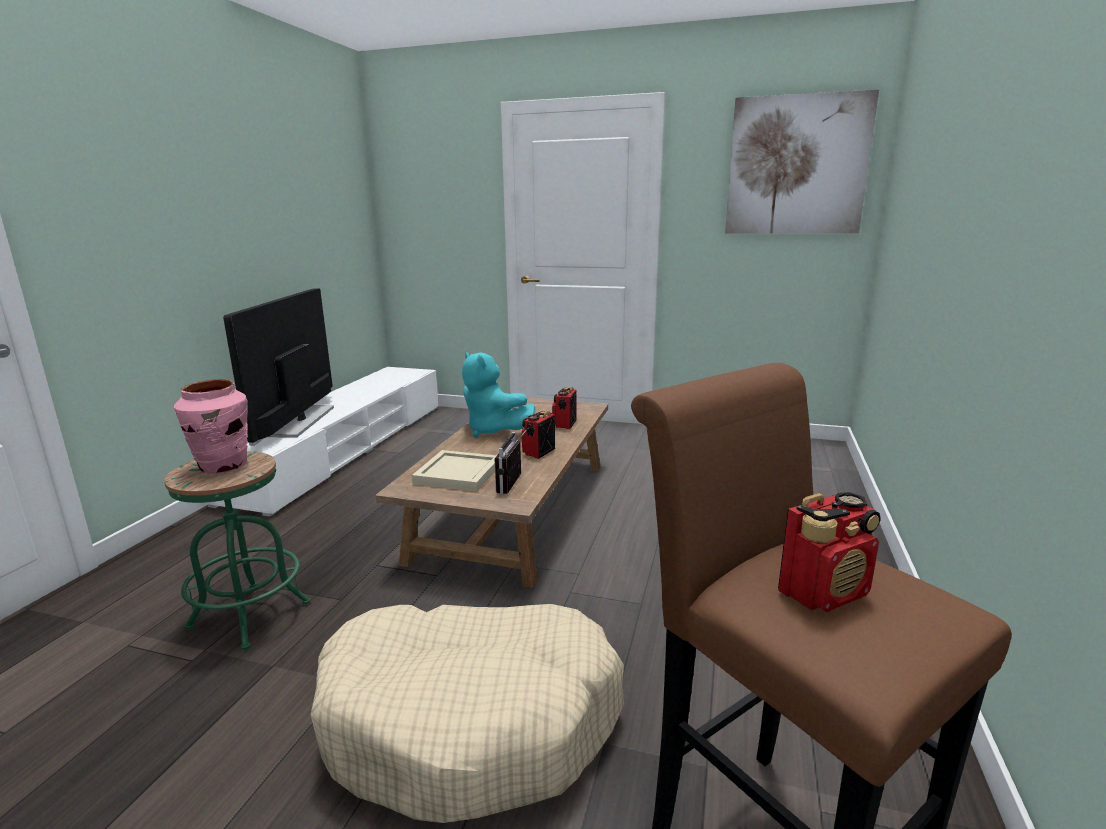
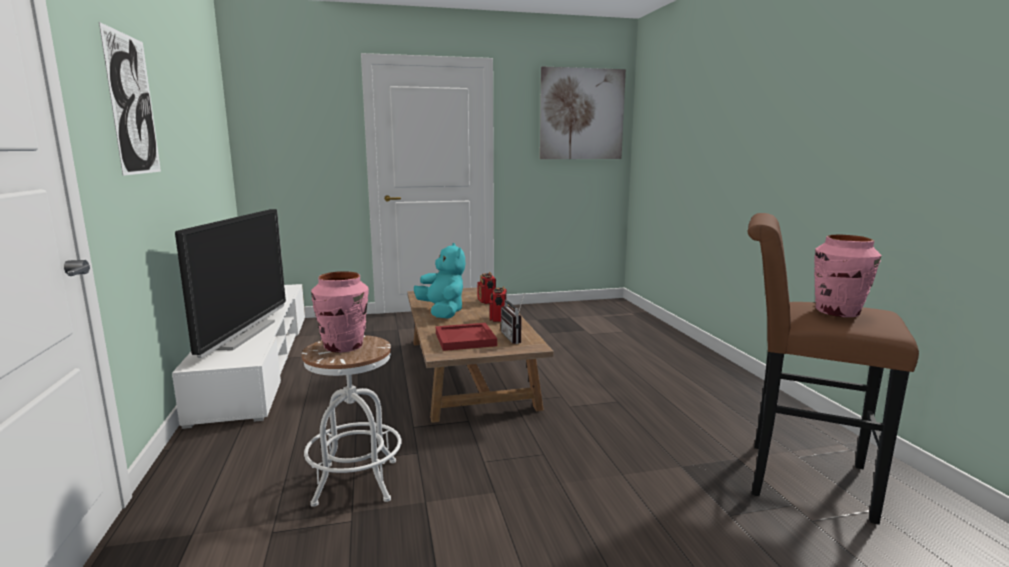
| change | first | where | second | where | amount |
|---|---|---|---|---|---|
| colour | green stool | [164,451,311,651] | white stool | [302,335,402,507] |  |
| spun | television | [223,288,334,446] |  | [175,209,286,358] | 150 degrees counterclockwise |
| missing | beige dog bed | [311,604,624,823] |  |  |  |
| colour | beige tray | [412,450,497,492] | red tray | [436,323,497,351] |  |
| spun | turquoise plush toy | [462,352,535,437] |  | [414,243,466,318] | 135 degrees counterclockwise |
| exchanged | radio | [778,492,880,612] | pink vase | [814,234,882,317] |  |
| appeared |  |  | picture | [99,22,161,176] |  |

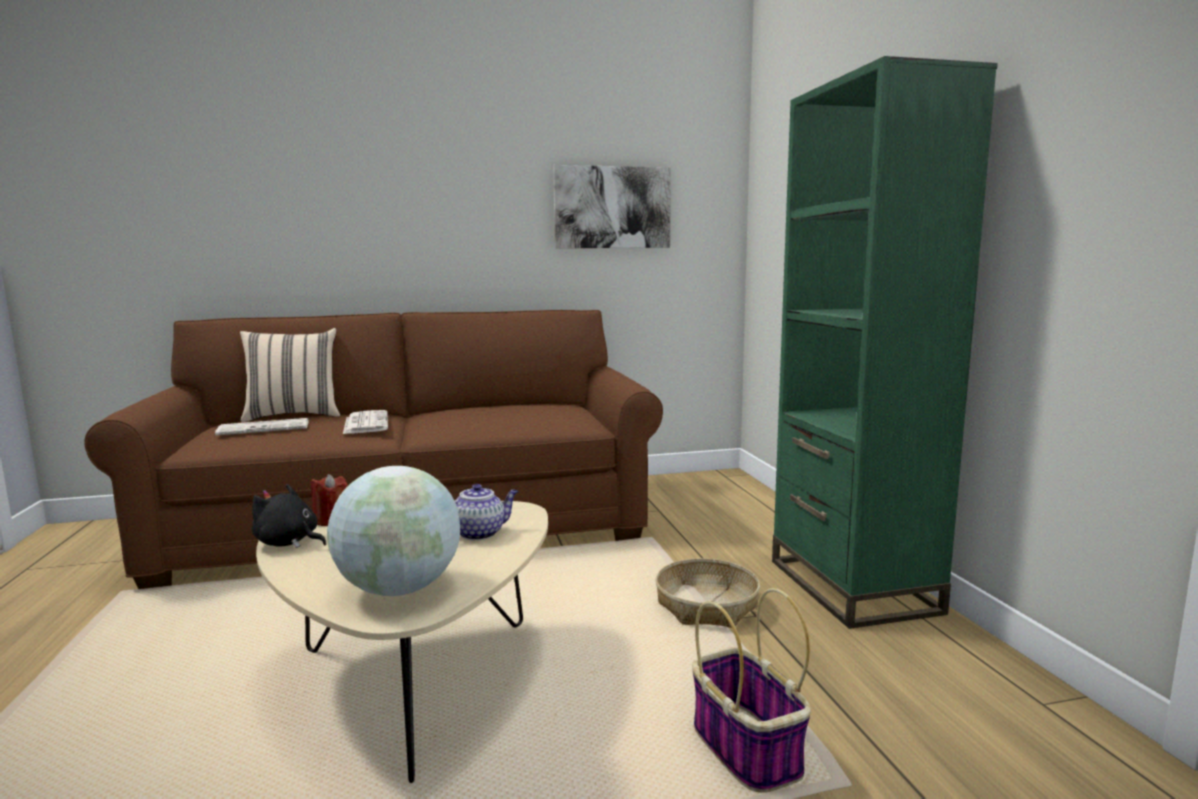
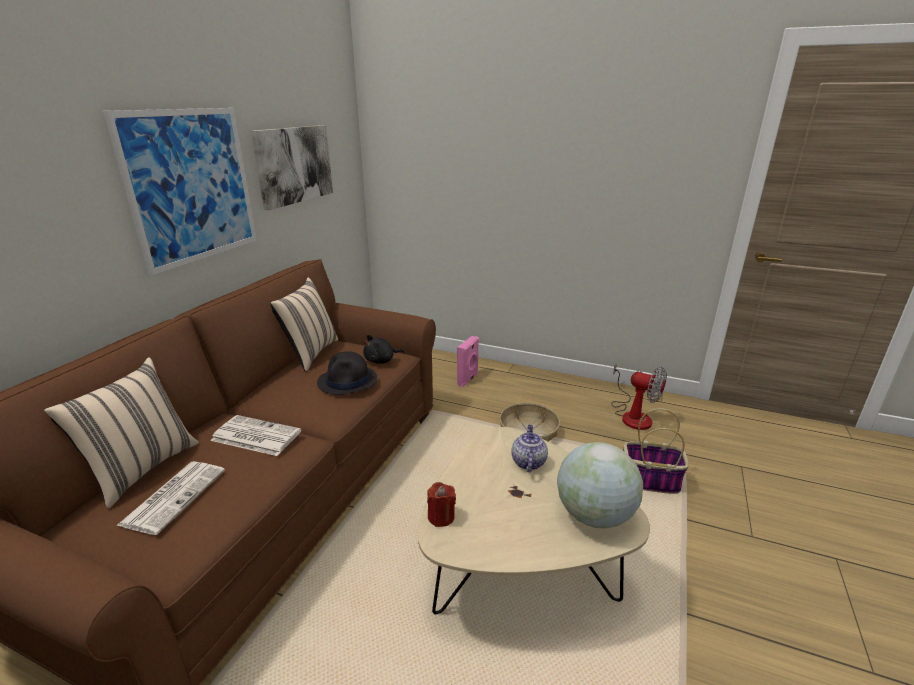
| change | first | where | second | where | amount |
|---|---|---|---|---|---|
| relocated | black plush toy | [251,484,326,548] |  | [363,335,404,364] |  |
| missing | green bookcase | [772,56,998,629] |  |  |  |
| appeared |  |  | picture | [103,108,257,276] |  |
| appeared |  |  | beige pillow | [270,277,338,372] |  |
| appeared |  |  | black hat | [317,351,377,395] |  |
| appeared |  |  | pink speaker | [457,336,479,387] |  |
| appeared |  |  | fan | [611,363,667,430] |  |

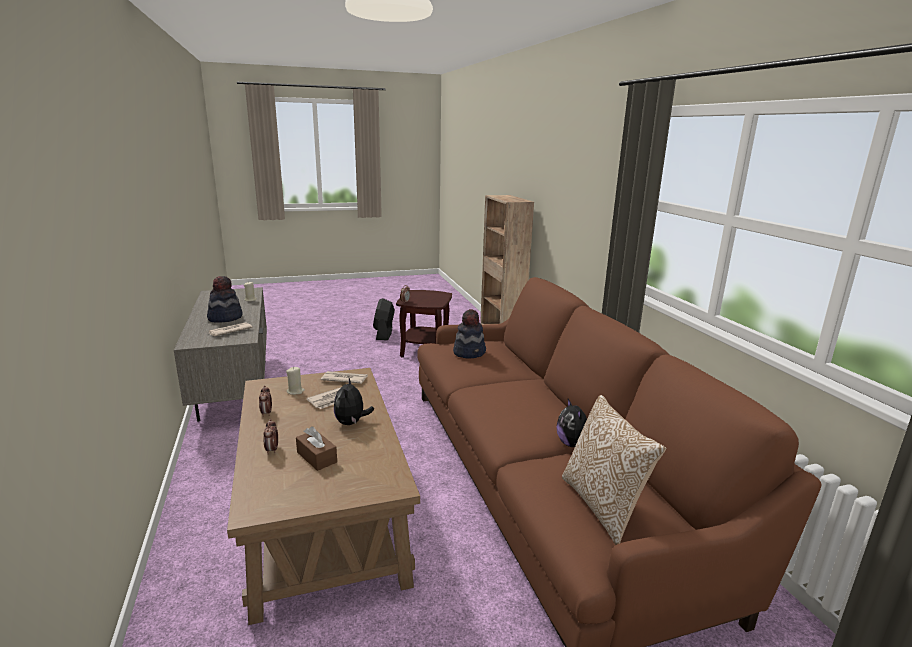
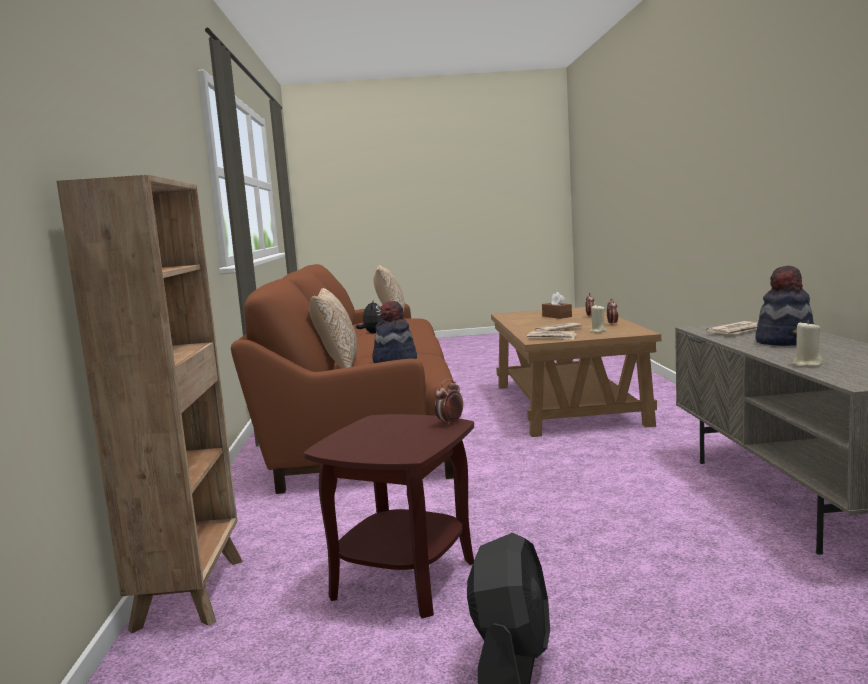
| change | first | where | second | where | amount |
|---|---|---|---|---|---|
| missing | plush toy | [334,378,374,425] |  |  |  |
| appeared |  |  | pillow | [309,288,357,368] |  |

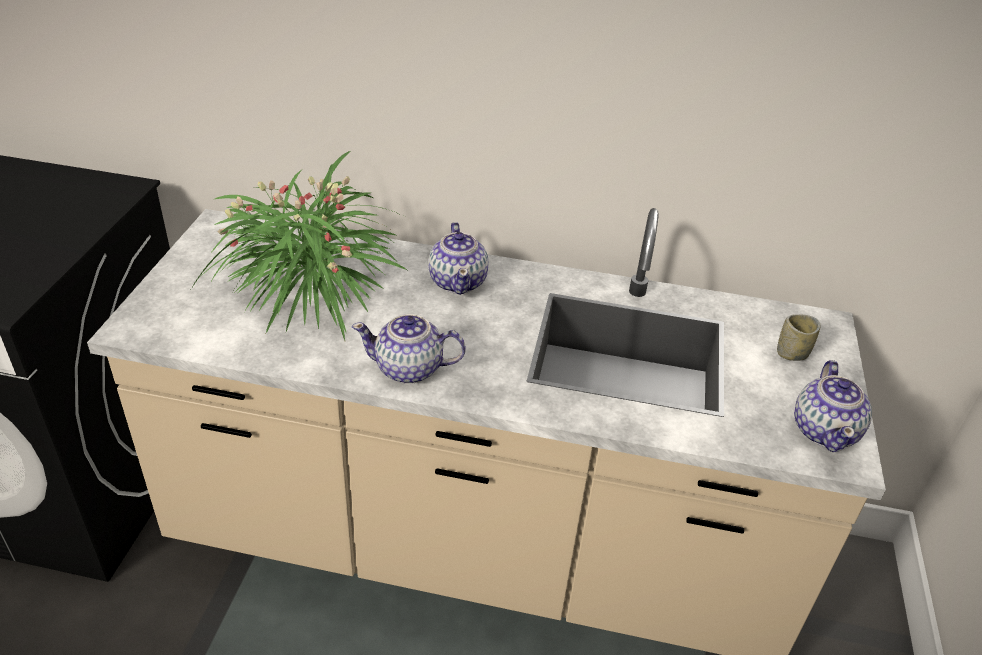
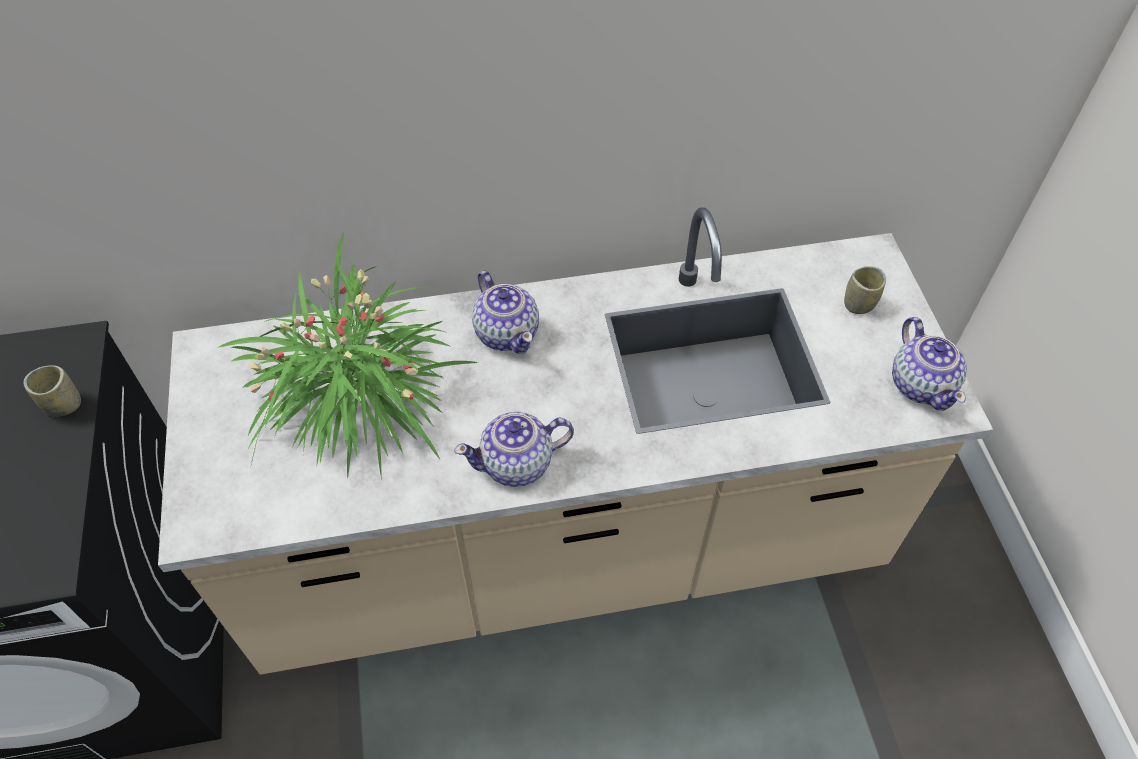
| change | first | where | second | where | amount |
|---|---|---|---|---|---|
| appeared |  |  | cup | [24,365,81,417] |  |

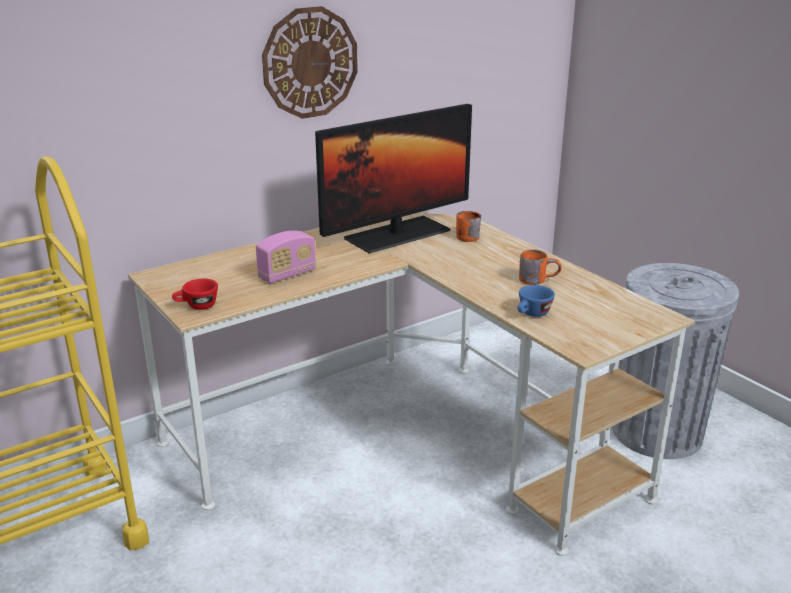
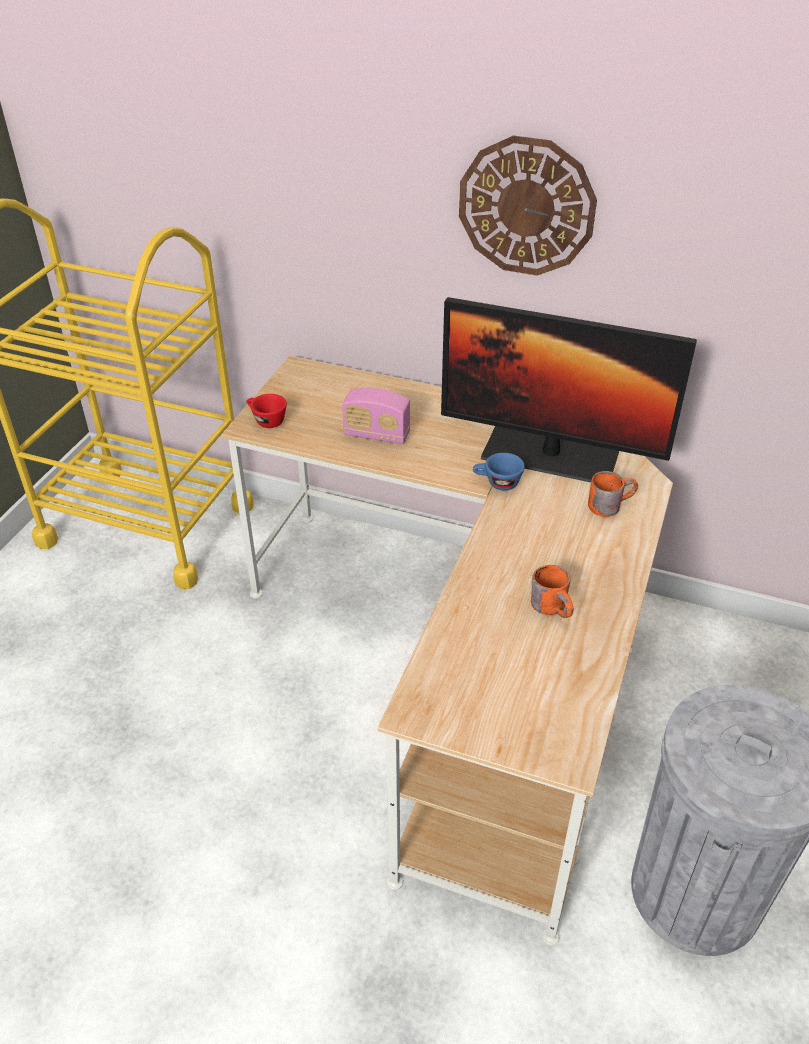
| change | first | where | second | where | amount |
|---|---|---|---|---|---|
| relocated | blue cup | [518,285,555,317] |  | [473,453,525,491] |  |

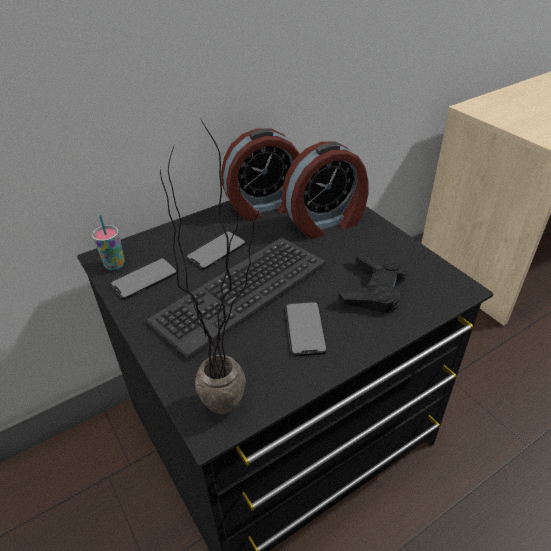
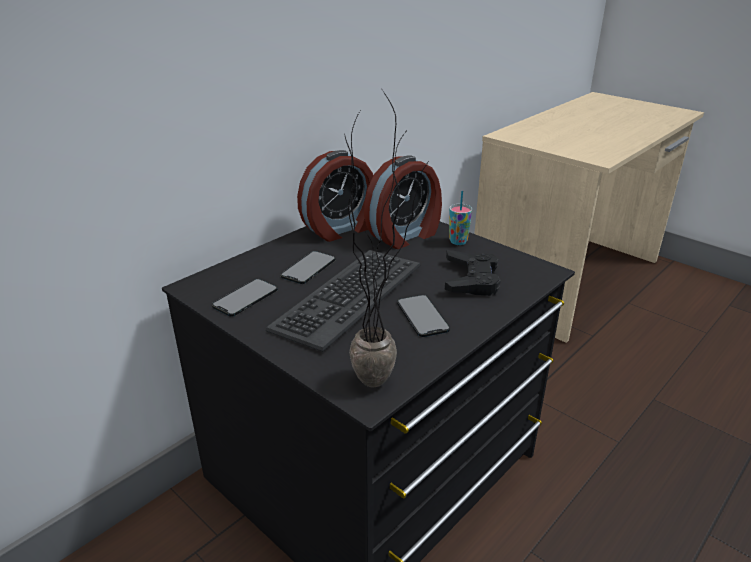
| change | first | where | second | where | amount |
|---|---|---|---|---|---|
| relocated | cup | [92,215,124,271] |  | [449,191,472,245] |  |

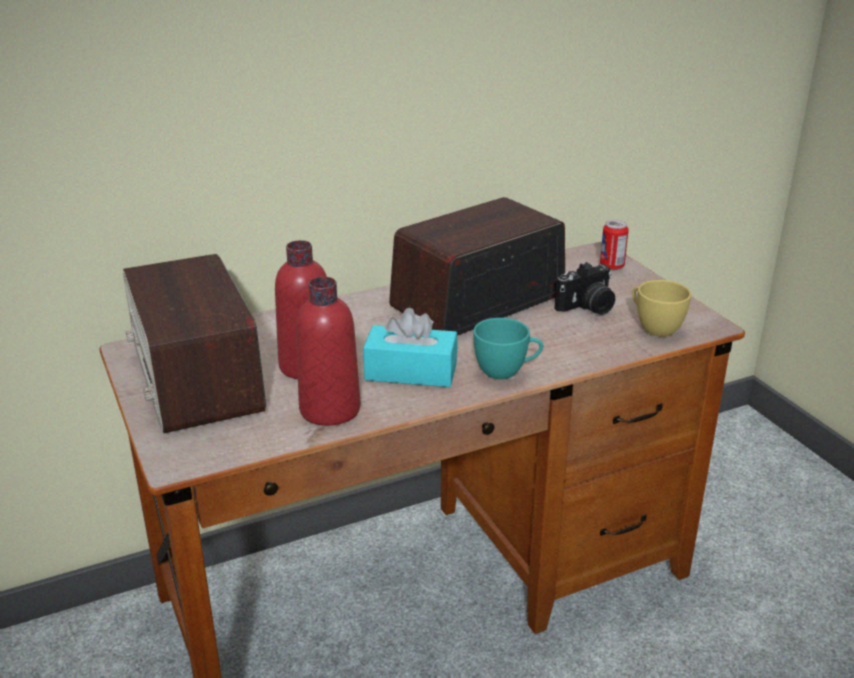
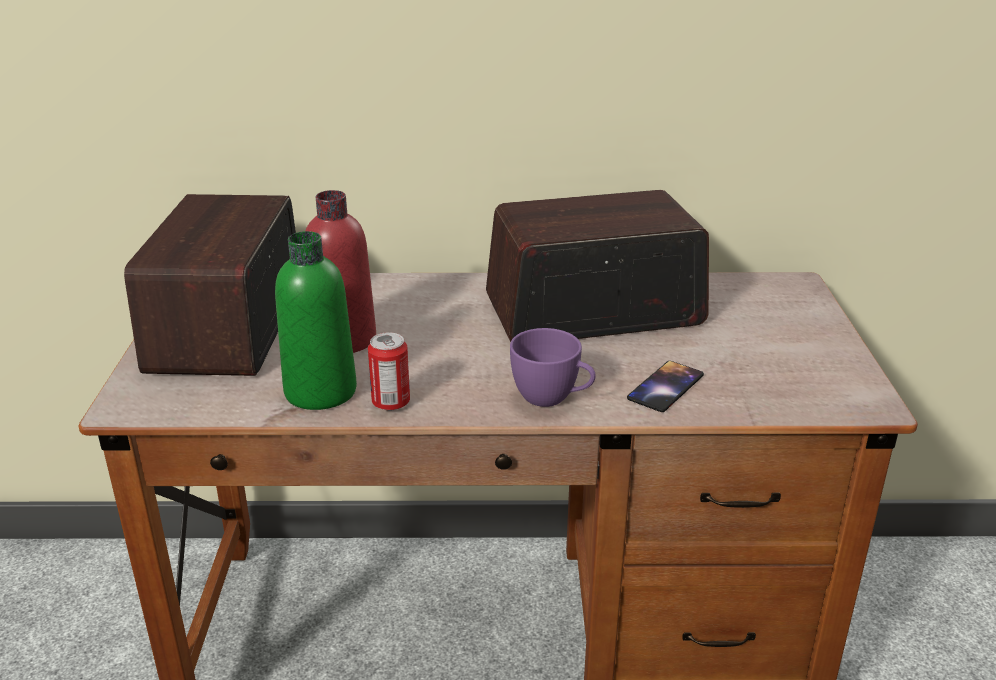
| change | first | where | second | where | amount |
|---|---|---|---|---|---|
| colour | red bottle | [296,277,360,426] | green bottle | [275,231,357,410] |  |
| missing | turquoise tissue box | [363,308,458,387] |  |  |  |
| colour | turquoise cup | [473,318,543,379] | purple cup | [510,328,596,407] |  |
| missing | photo camera | [554,262,615,315] |  |  |  |
| relocated | can | [600,220,629,270] |  | [368,332,410,411] |  |
| missing | yellow cup | [632,280,691,337] |  |  |  |
| appeared |  |  | phone | [627,361,704,412] |  |

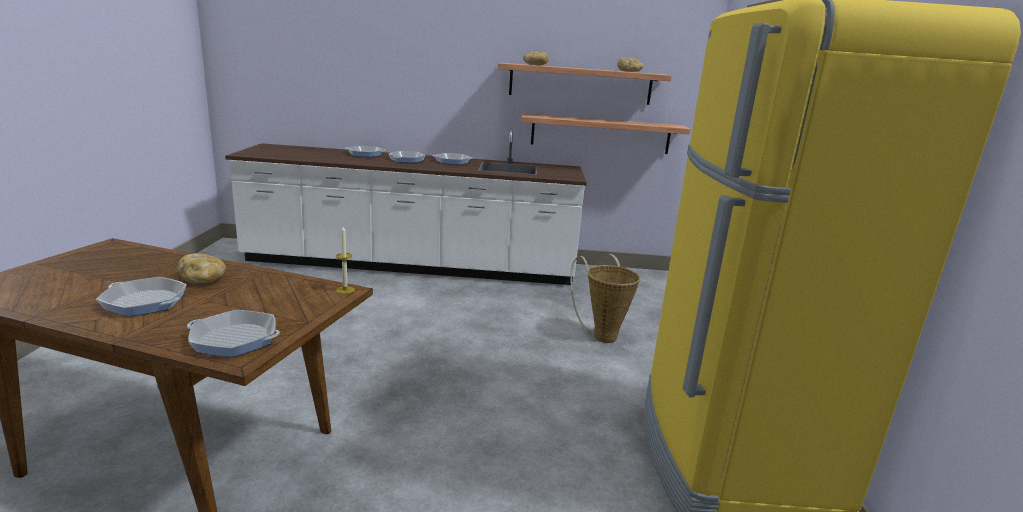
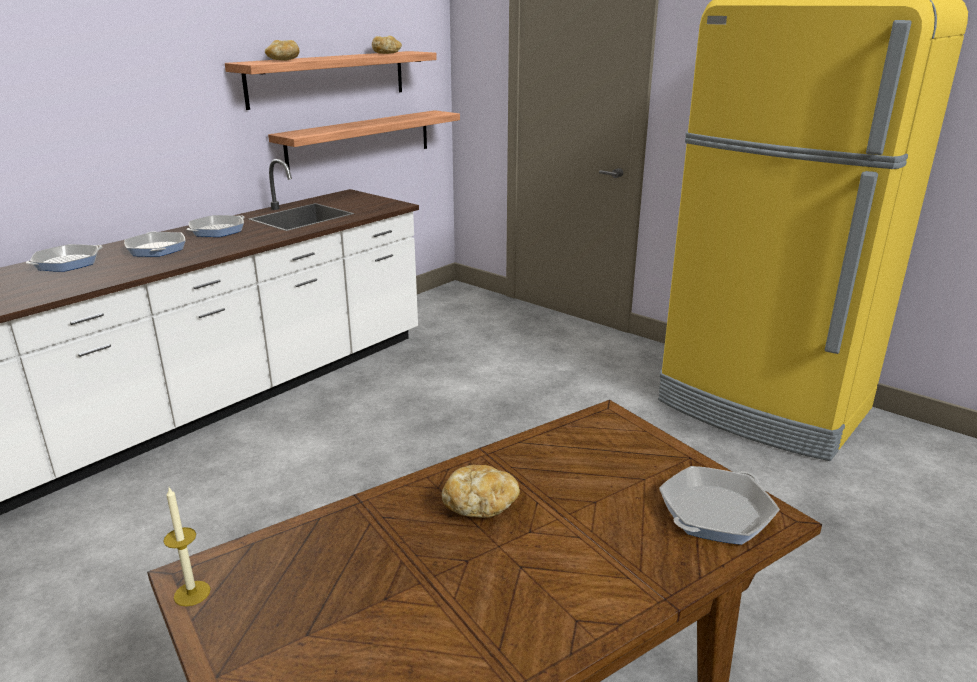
| change | first | where | second | where | amount |
|---|---|---|---|---|---|
| missing | frying pan | [96,277,187,317] |  |  |  |
| relocated | candle | [336,226,355,294] |  | [163,487,210,607] |  |
| missing | basket | [570,254,640,343] |  |  |  |

